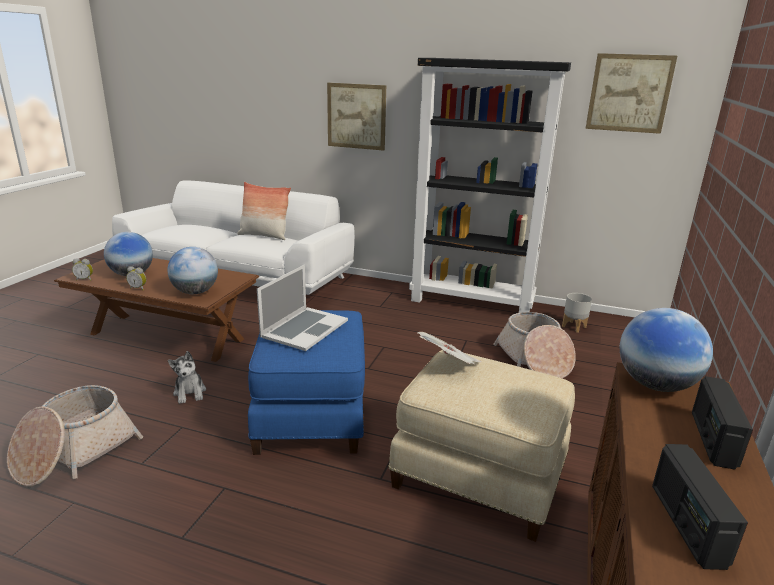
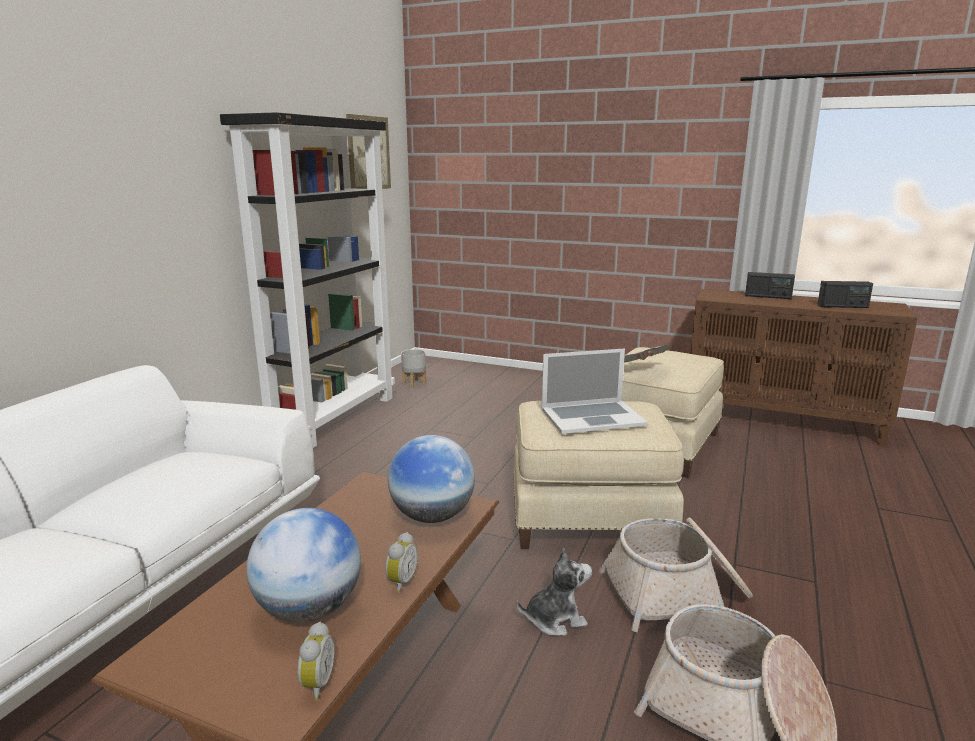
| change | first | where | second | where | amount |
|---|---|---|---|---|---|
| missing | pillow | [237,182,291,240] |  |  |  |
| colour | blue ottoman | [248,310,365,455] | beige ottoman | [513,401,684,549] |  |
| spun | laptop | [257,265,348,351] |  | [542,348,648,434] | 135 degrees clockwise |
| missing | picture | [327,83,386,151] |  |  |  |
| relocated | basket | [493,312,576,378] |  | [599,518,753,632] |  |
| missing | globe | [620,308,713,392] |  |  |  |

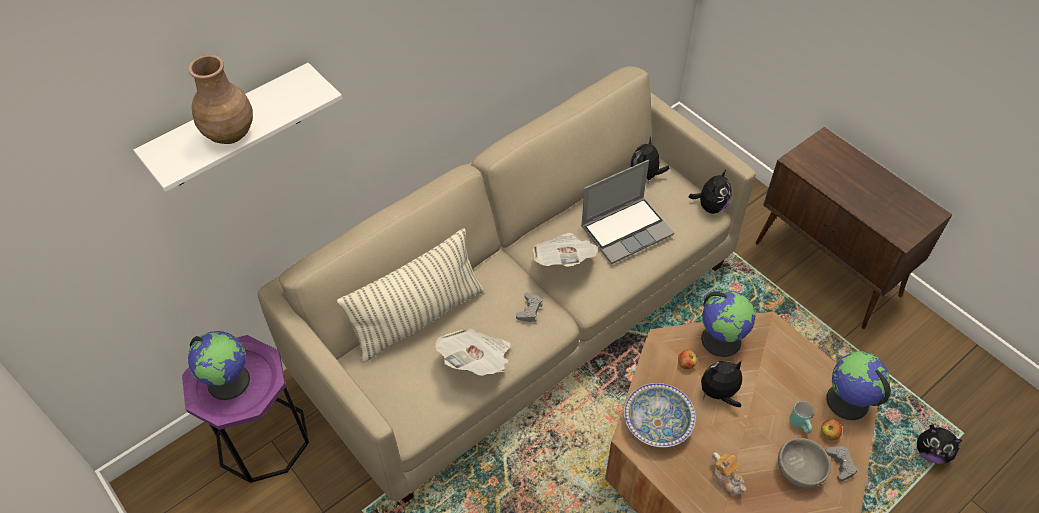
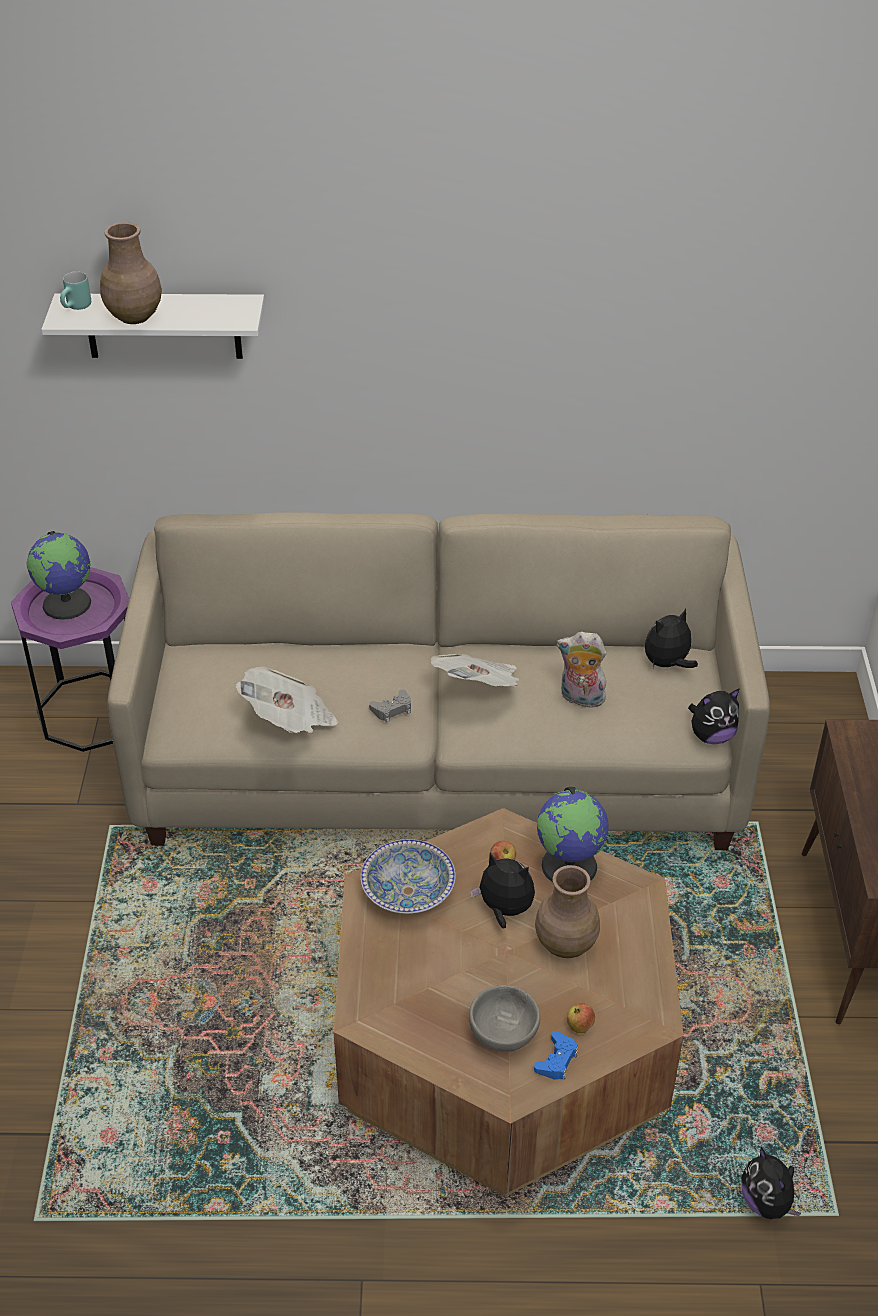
| change | first | where | second | where | amount |
|---|---|---|---|---|---|
| missing | pillow | [337,229,484,363] |  |  |  |
| exchanged | laptop | [581,160,674,264] | plush toy | [557,632,608,708] |  |
| missing | teapot | [712,452,747,496] |  |  |  |
| relocated | turquoise mug | [789,401,814,434] |  | [60,271,91,310] |  |
| colour | grey game controller | [825,446,858,482] | blue game controller | [534,1031,578,1080] |  |
| missing | globe | [827,351,891,420] |  |  |  |
| appeared |  |  | brown vase | [535,865,600,958] |  |

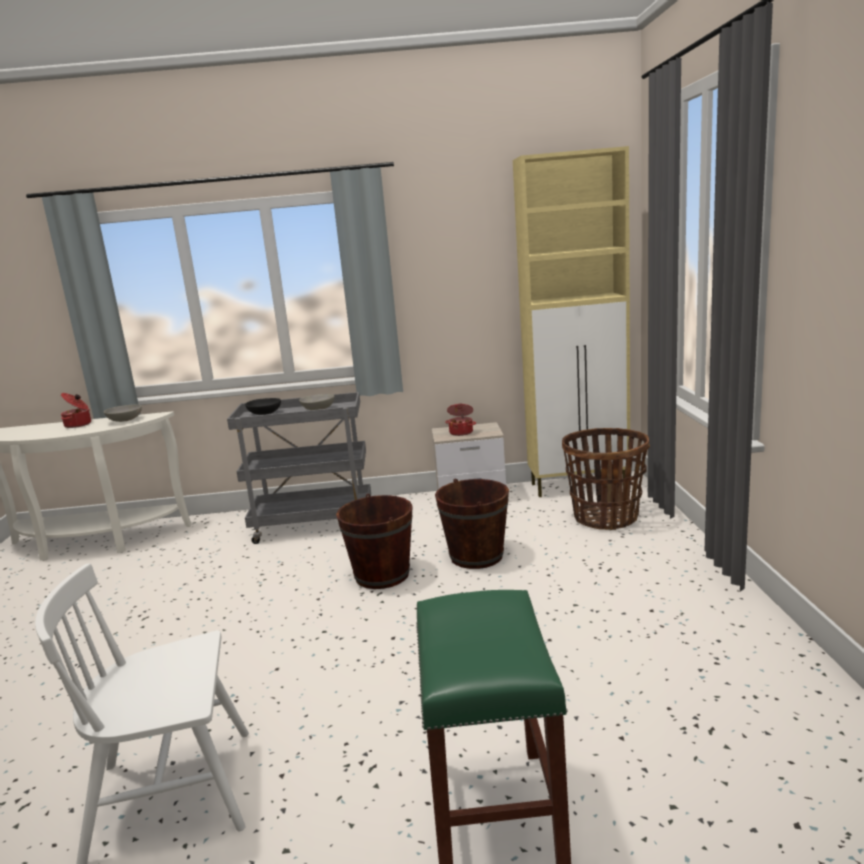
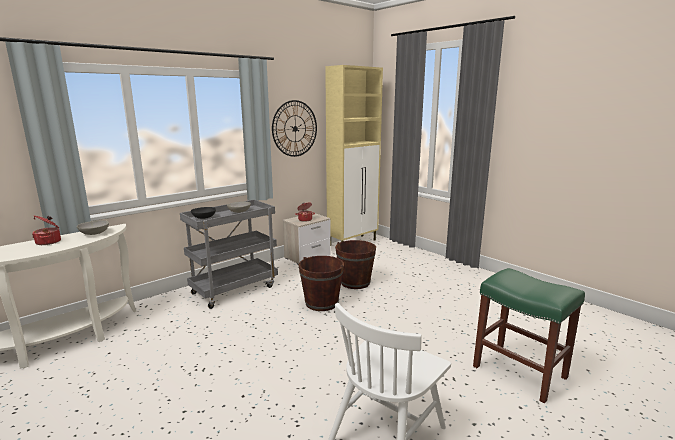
| change | first | where | second | where | amount |
|---|---|---|---|---|---|
| missing | basket | [562,428,650,530] |  |  |  |
| appeared |  |  | wall clock | [272,100,317,157] |  |

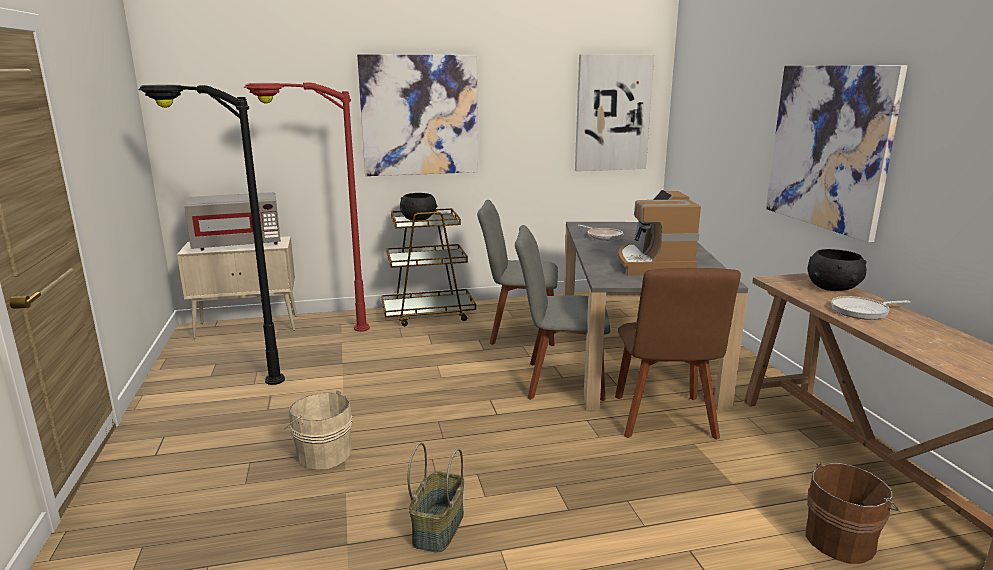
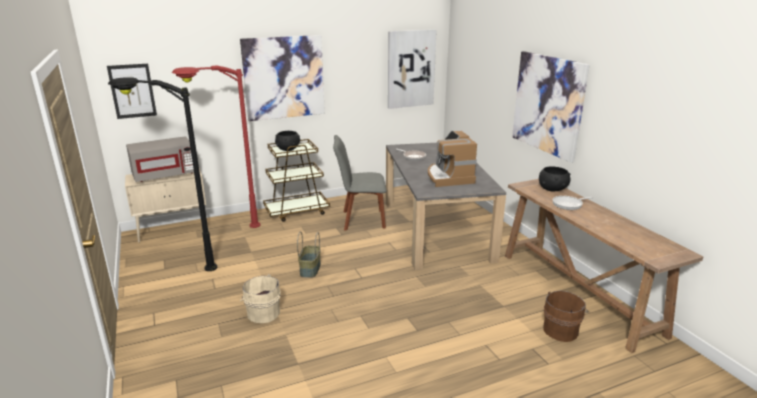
| change | first | where | second | where | amount |
|---|---|---|---|---|---|
| relocated | basket | [407,443,464,552] |  | [297,231,321,278] |  |
| missing | grey chair | [515,225,610,401] |  |  |  |
| missing | brown chair | [615,268,741,439] |  |  |  |
| appeared |  |  | picture | [107,64,157,119] |  |

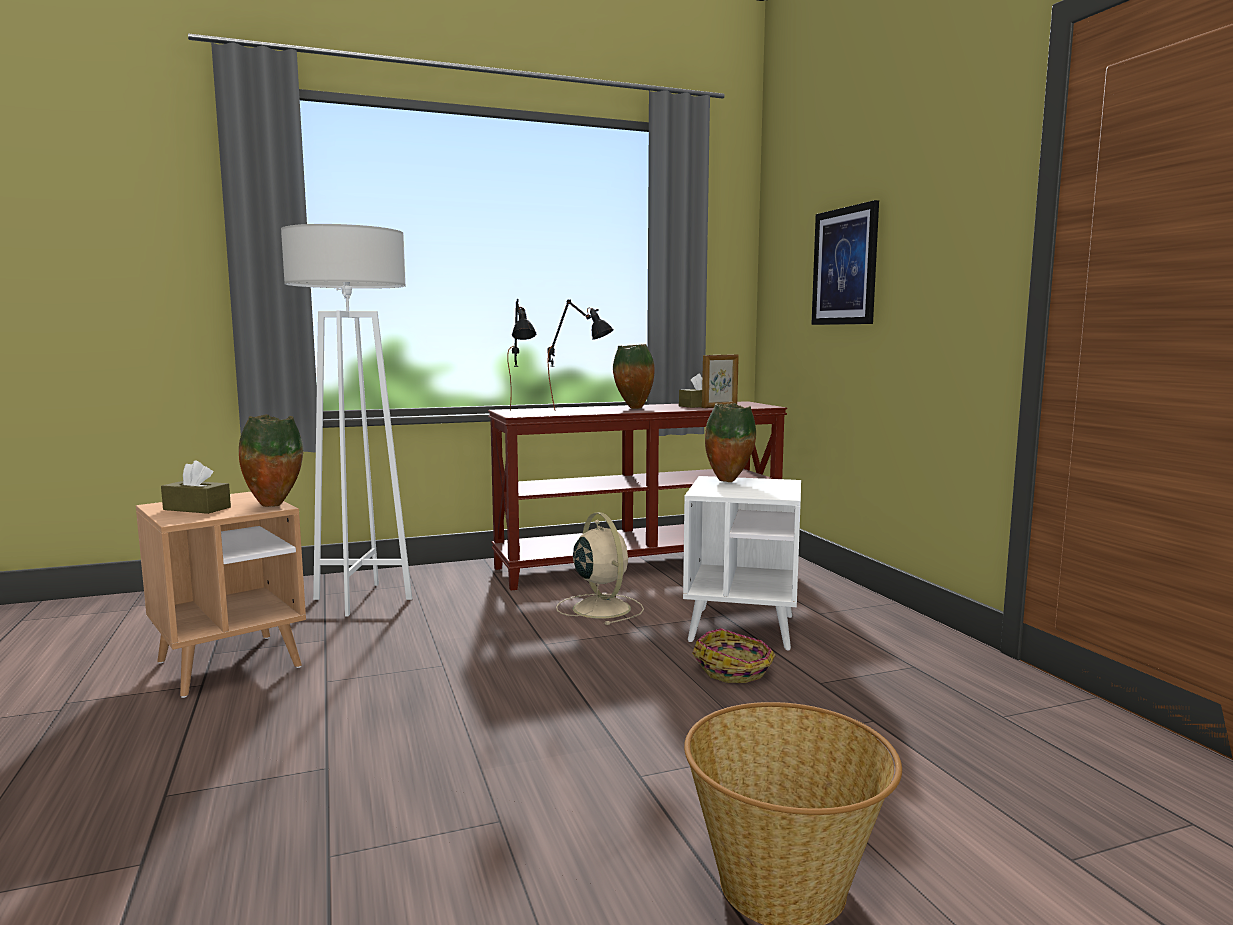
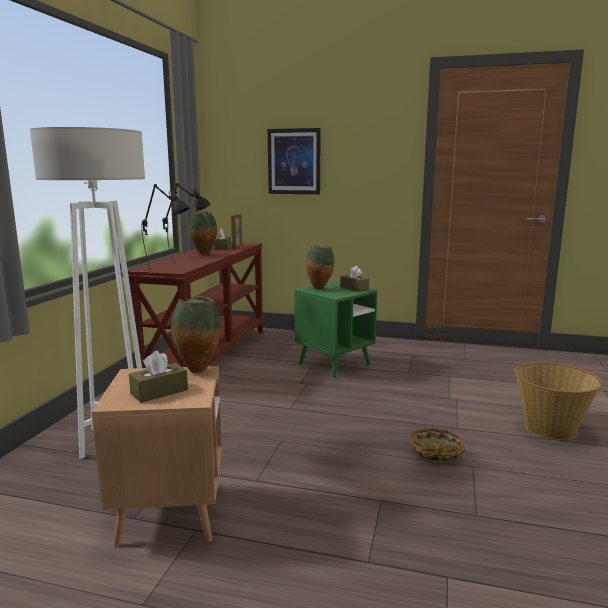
| change | first | where | second | where | amount |
|---|---|---|---|---|---|
| missing | beige fan | [556,512,644,625] |  |  |  |
| colour | white side table | [683,476,801,650] | green side table | [294,281,377,379] |  |
| relocated | basket | [693,628,776,683] |  | [410,427,466,465] |  |
| appeared |  |  | brown tissue box | [340,266,369,292] |  |

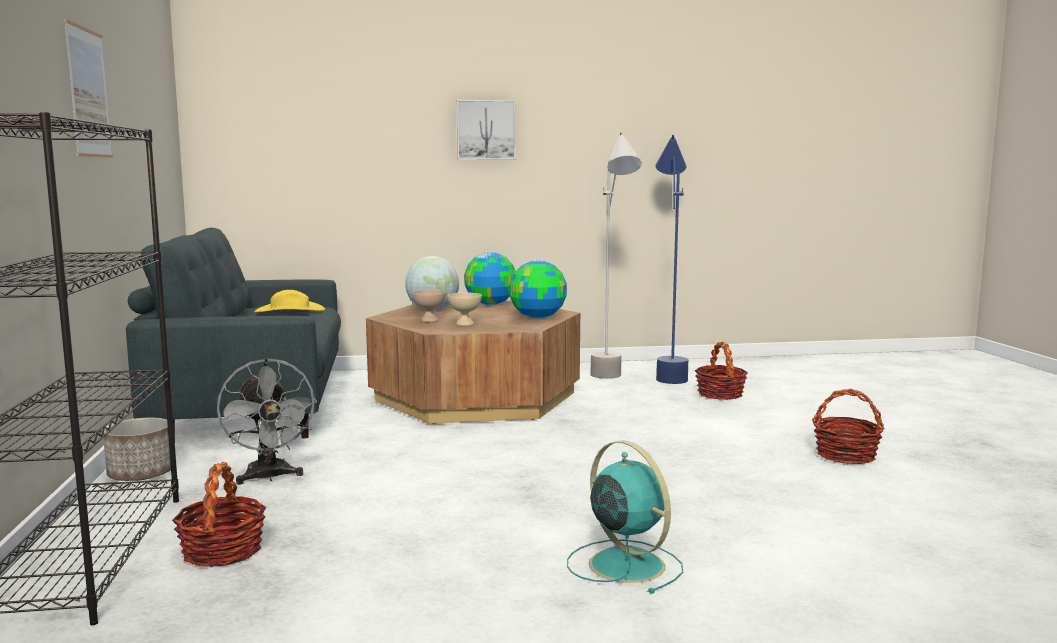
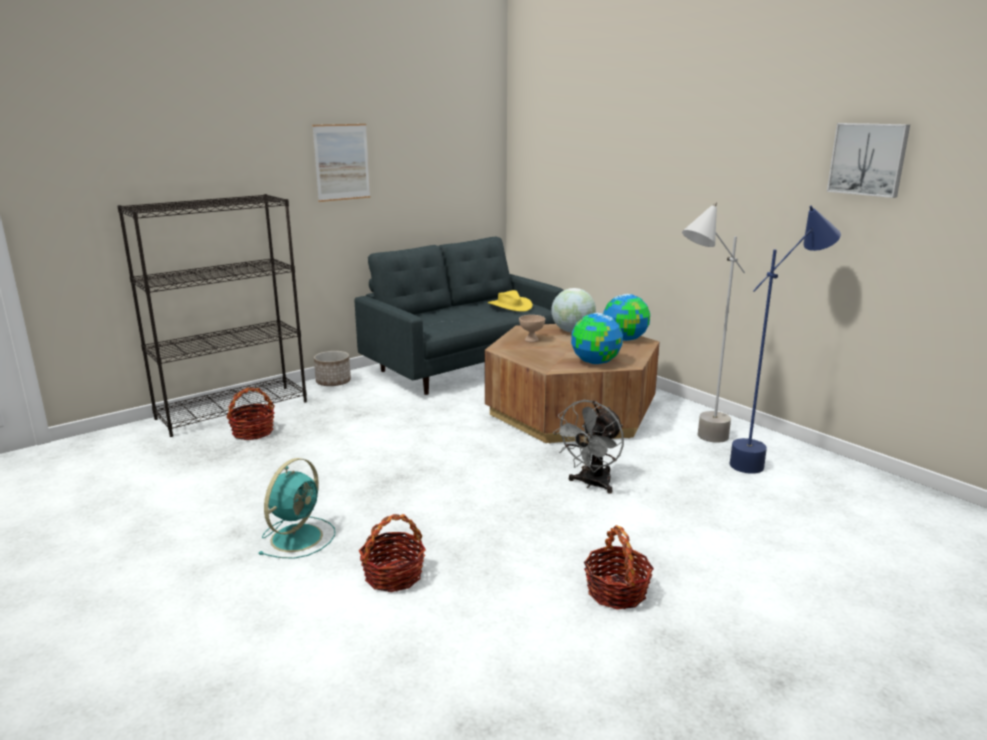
| change | first | where | second | where | amount |
|---|---|---|---|---|---|
| relocated | grey fan | [217,358,317,485] |  | [553,400,624,494] |  |
| missing | beige bowl | [448,293,482,326] |  |  |  |
| relocated | picture | [457,100,516,160] |  | [827,123,910,198] |  |
| relocated | basket | [695,341,748,400] |  | [359,514,426,592] |  |

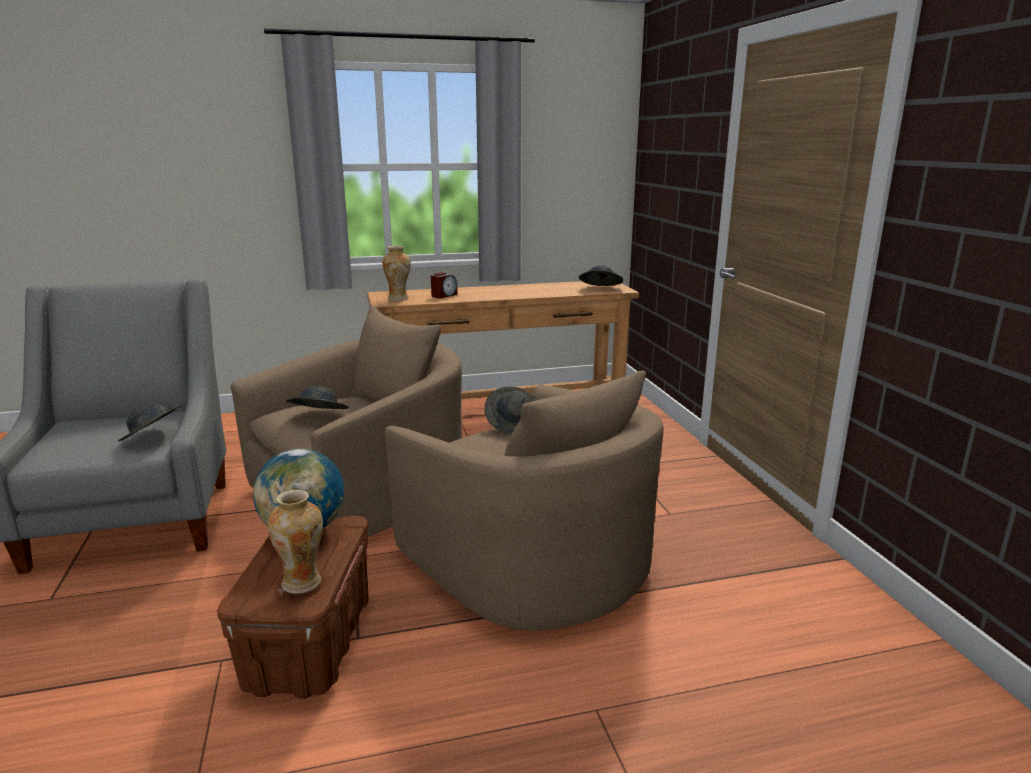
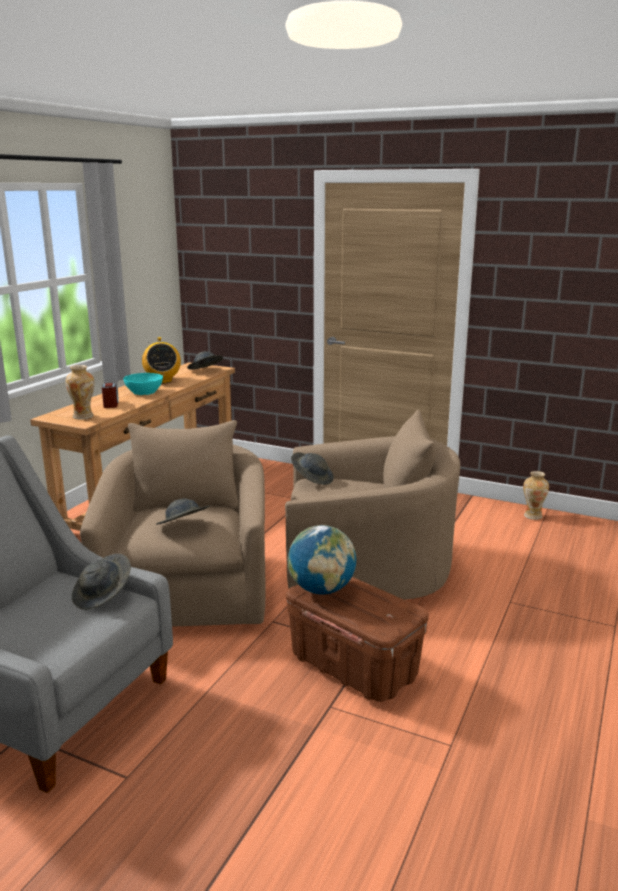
| change | first | where | second | where | amount |
|---|---|---|---|---|---|
| relocated | vase | [267,490,323,594] |  | [523,471,549,520] |  |
| appeared |  |  | turquoise bowl | [123,373,163,395] |  |
| appeared |  |  | radio | [142,337,181,384] |  |

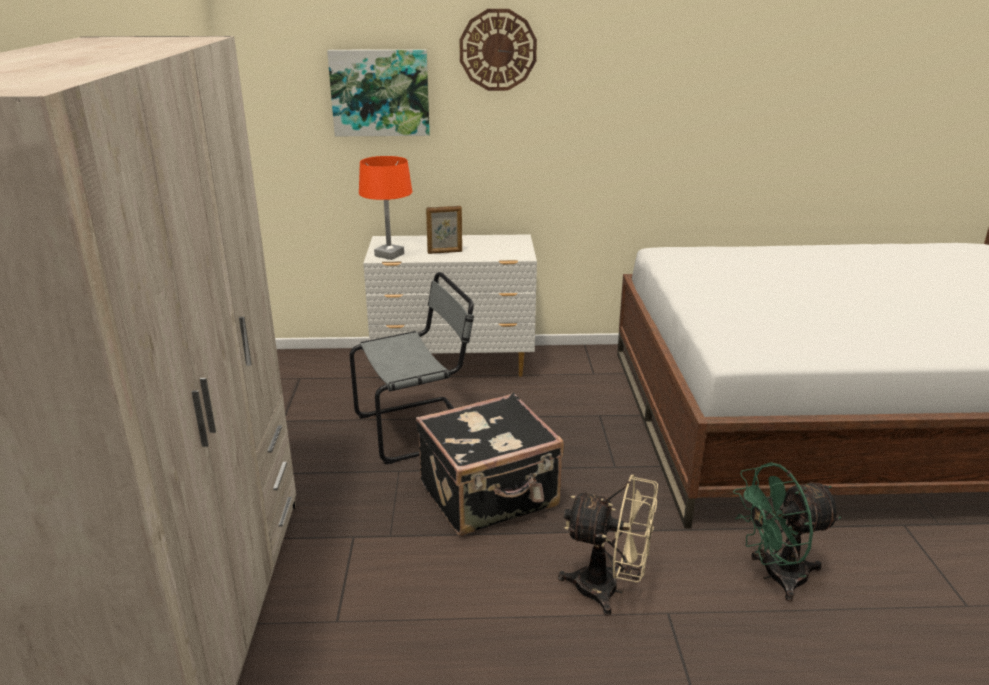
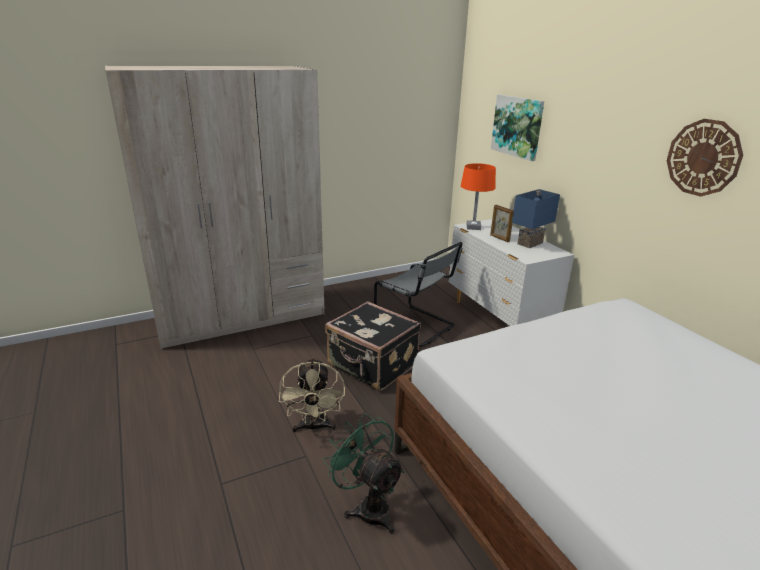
| change | first | where | second | where | amount |
|---|---|---|---|---|---|
| relocated | wall clock | [459,9,537,91] |  | [667,119,743,197] |  |
| appeared |  |  | blue table lamp | [512,189,560,248] |  |

